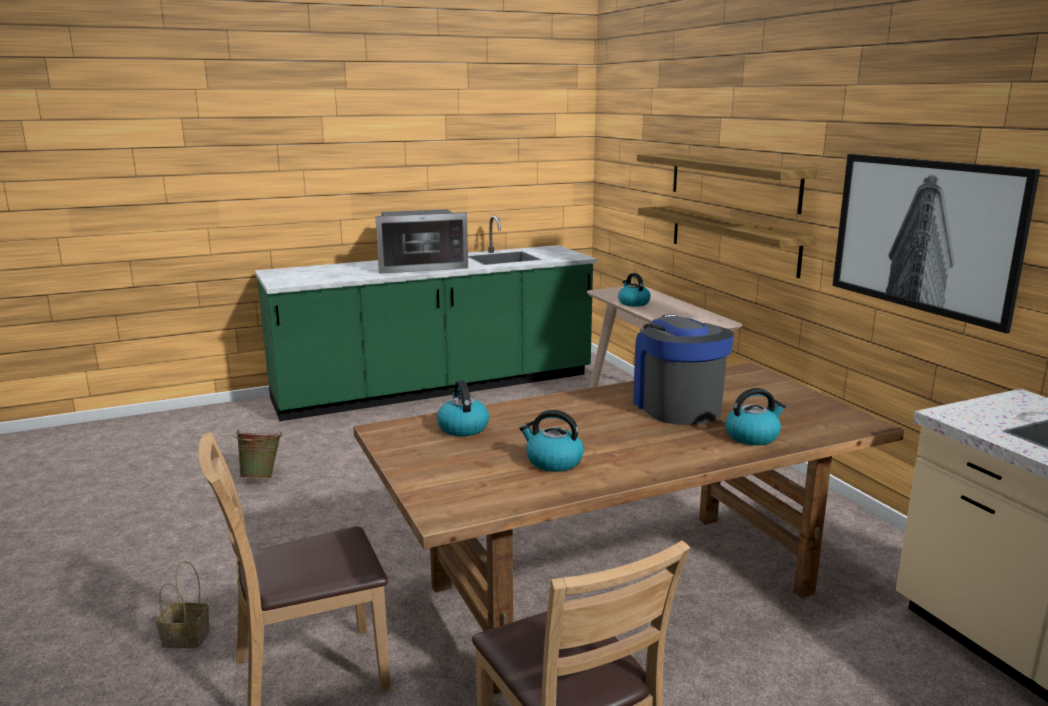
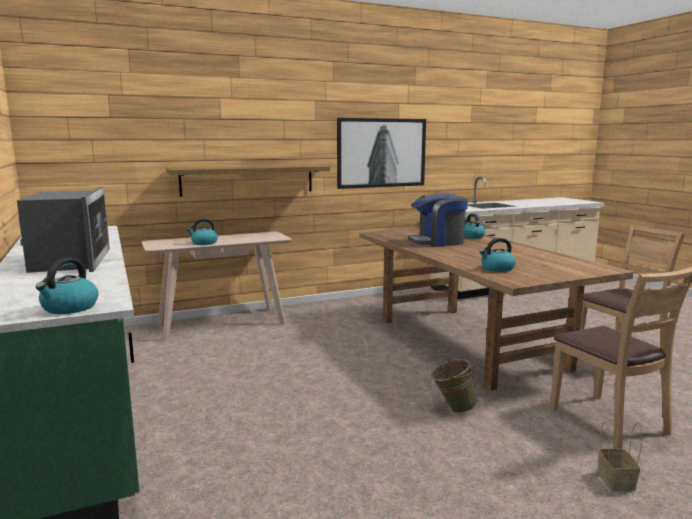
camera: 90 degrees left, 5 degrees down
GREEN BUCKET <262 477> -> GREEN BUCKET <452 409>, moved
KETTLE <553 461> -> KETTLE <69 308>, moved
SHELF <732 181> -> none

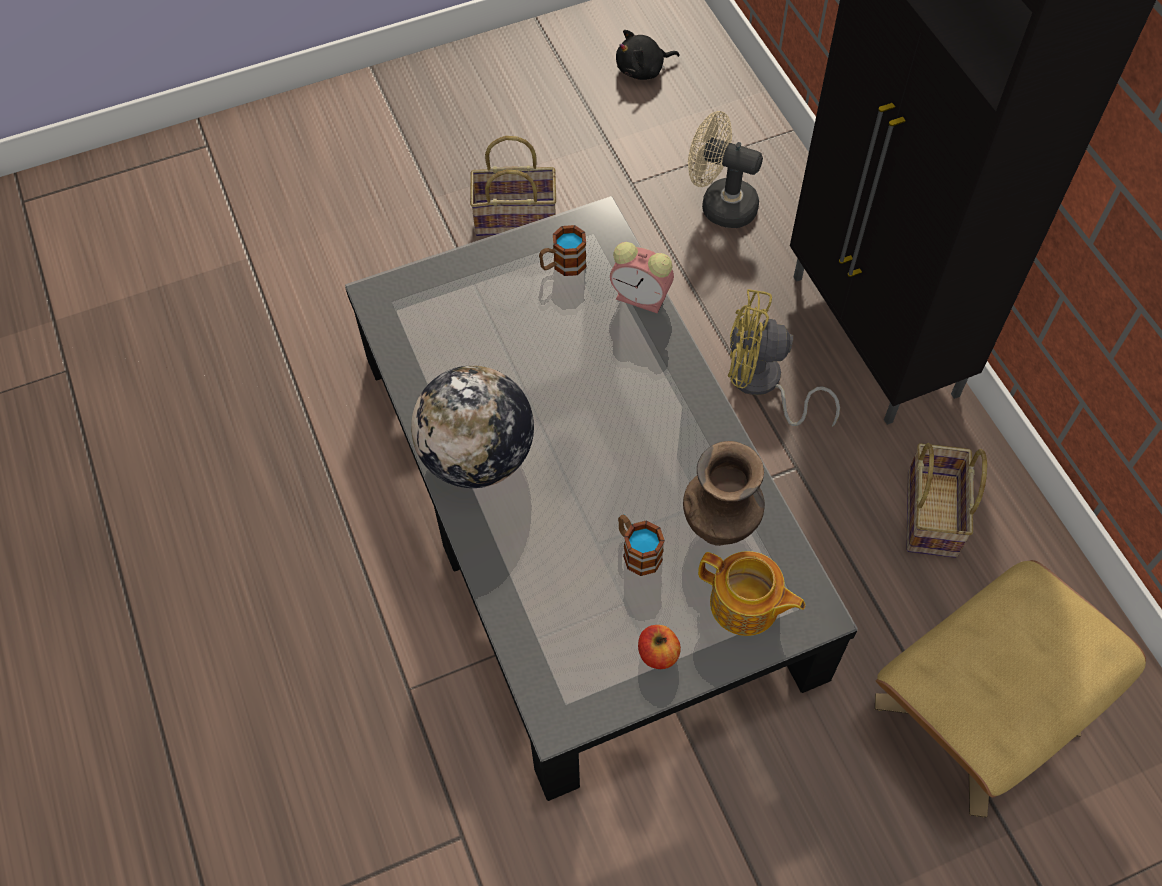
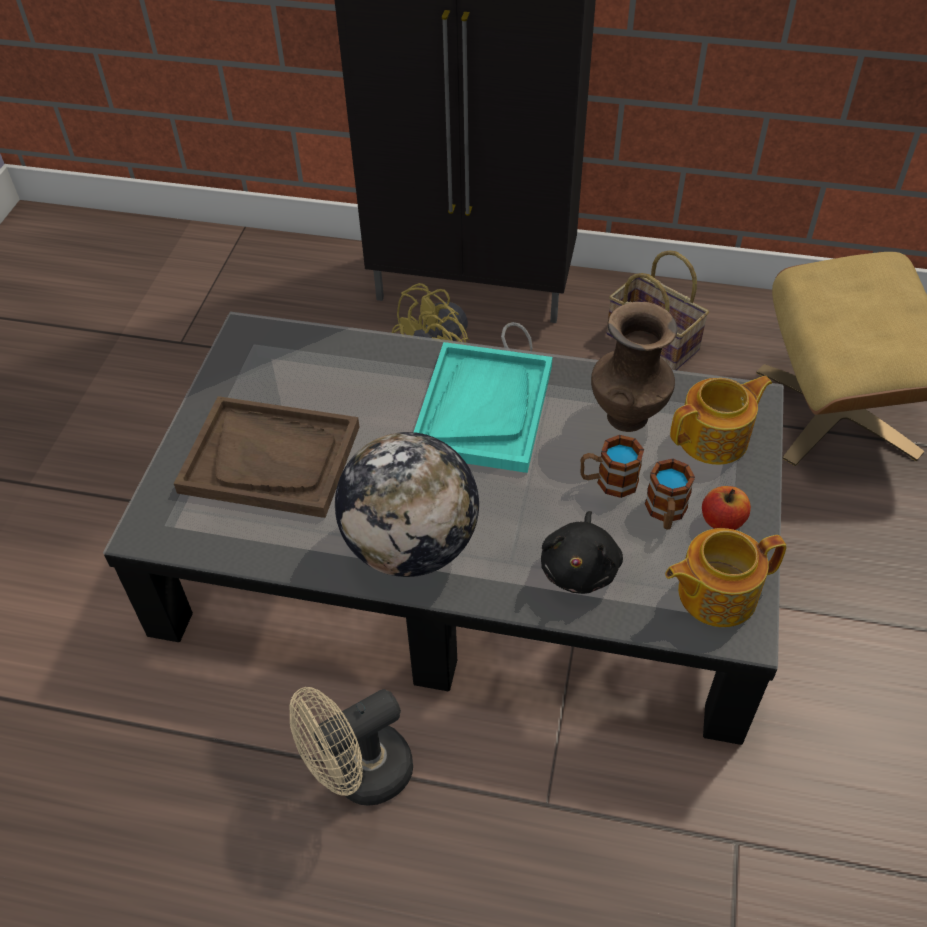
camera: 55 degrees left, 10 degrees down
BASKET <517 217> -> none
MUG <563 265> -> MUG <666 513>, moved
ALARM CLOCK <643 298> -> none
BLACK PLUSH TOY <643 70> -> BLACK PLUSH TOY <580 568>, moved
BEIGE FAN <720 204> -> BEIGE FAN <359 775>, moved
none -> BROWN TRAY <271 459>
none -> TURQUOISE TRAY <483 409>
none -> TEAPOT <715 593>

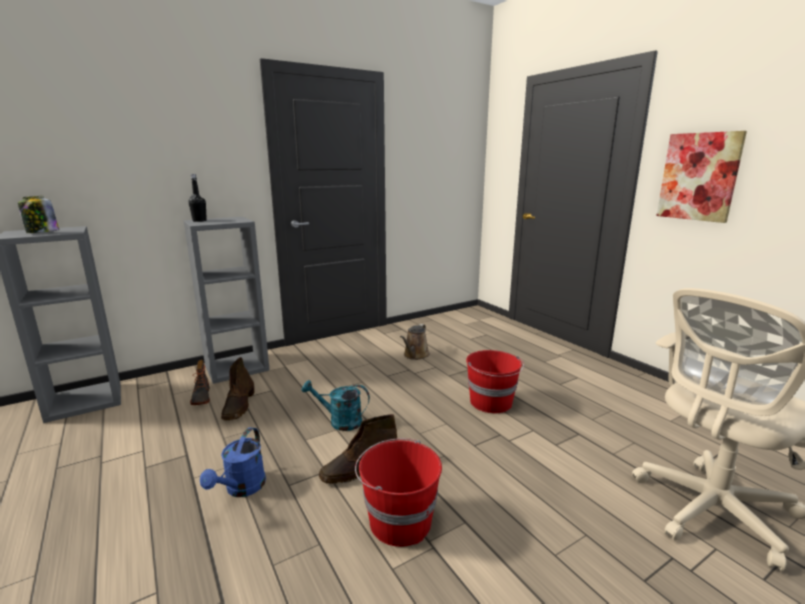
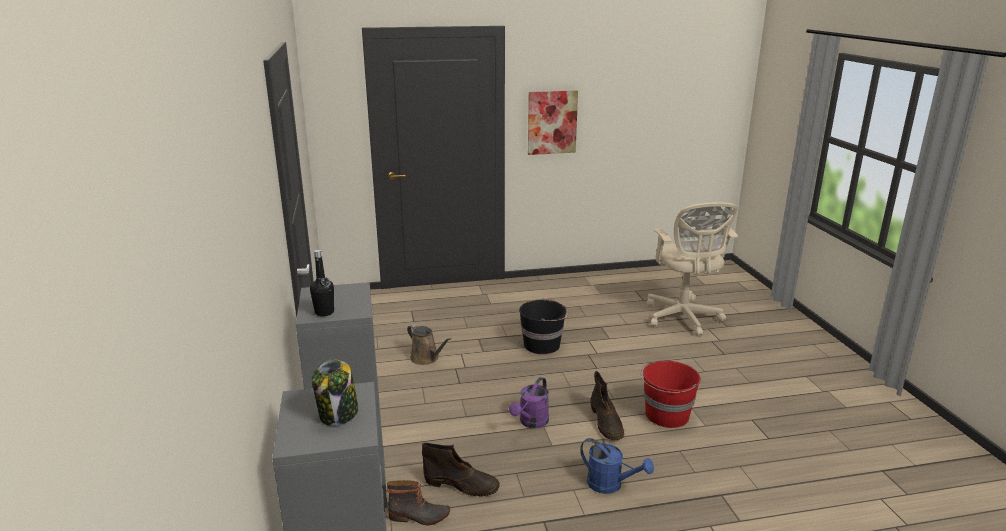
camera: 70 degrees left, 5 degrees up
TURQUOISE WATERING CAN <340 421> -> PURPLE WATERING CAN <531 422>
RED BUCKET <491 402> -> BLACK BUCKET <542 345>

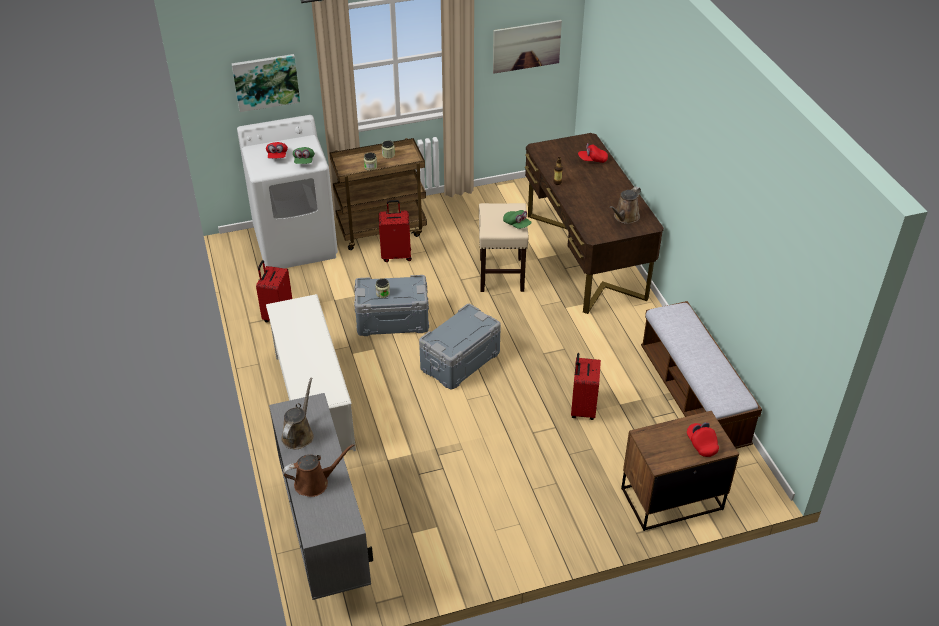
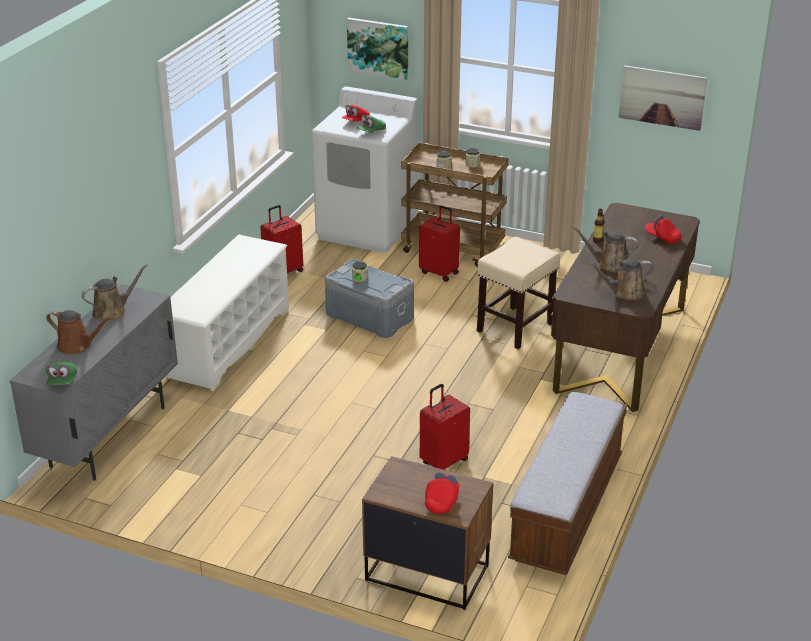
camera: 40 degrees right, 10 degrees down
GREY STORAGE BOX <459 360> -> none
GREEN CAP <517 224> -> GREEN CAP <62 381>, moved
none -> BROWN WATERING CAN <609 264>

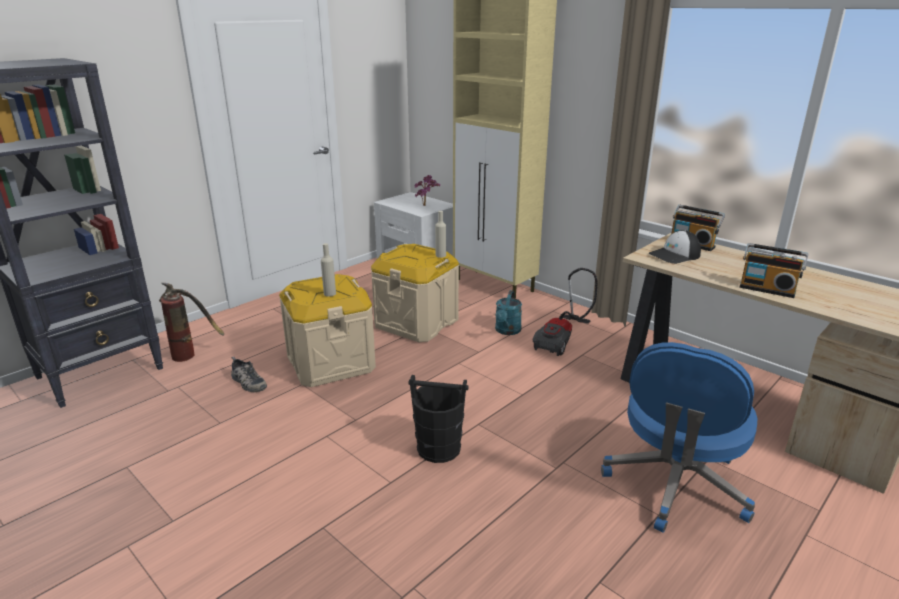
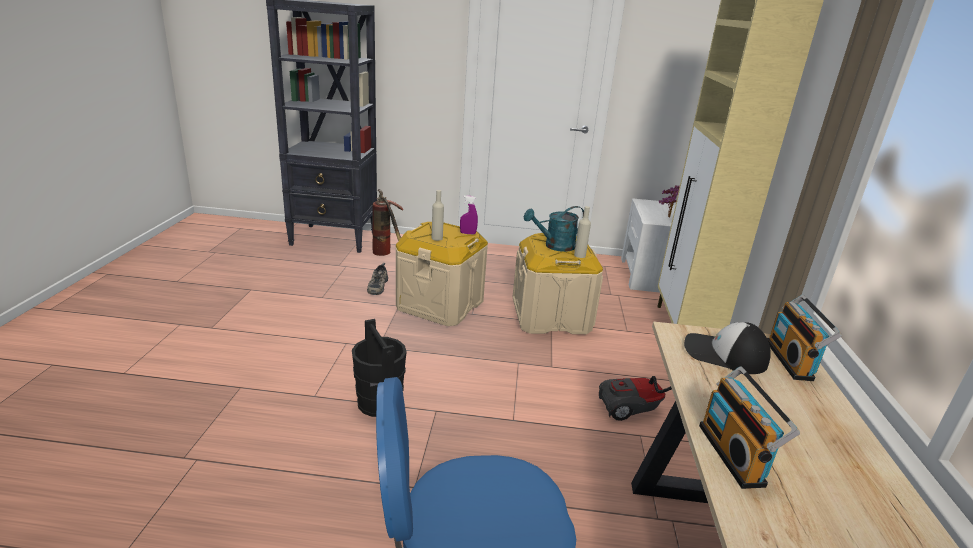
camera: 50 degrees right, 0 degrees up
TURQUOISE WATERING CAN <507 331> -> TURQUOISE WATERING CAN <554 246>, moved
none -> PURPLE SPRAY BOTTLE <468 233>

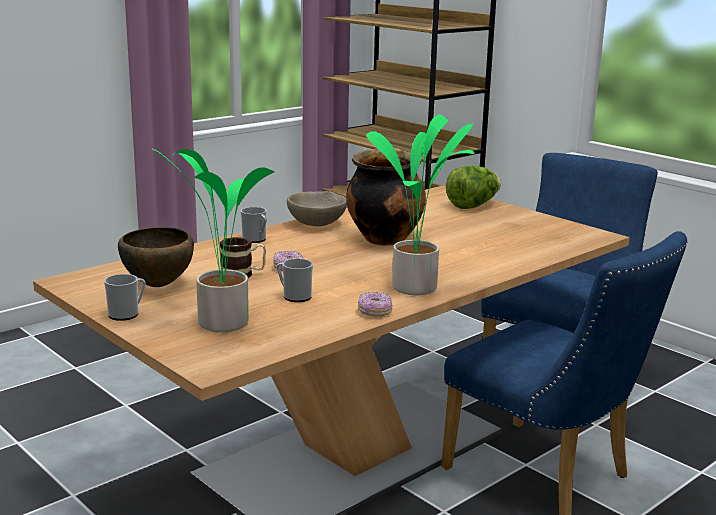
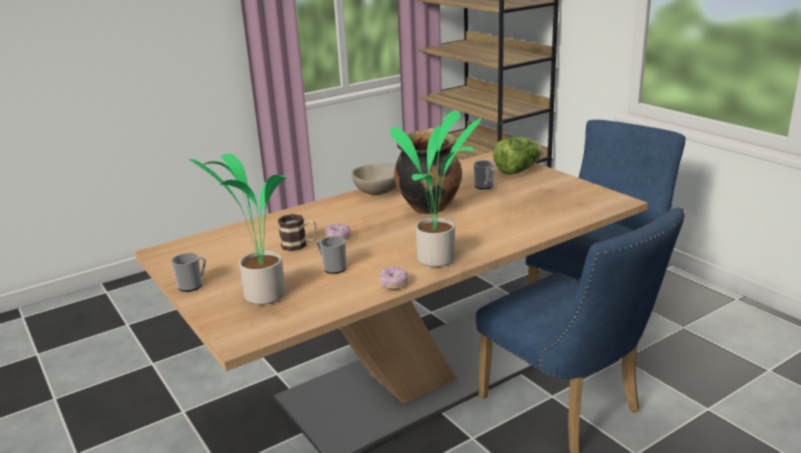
camera: 10 degrees right, 5 degrees up
BROWN BOWL <159 285> -> none
MUG <255 240> -> MUG <485 186>, moved

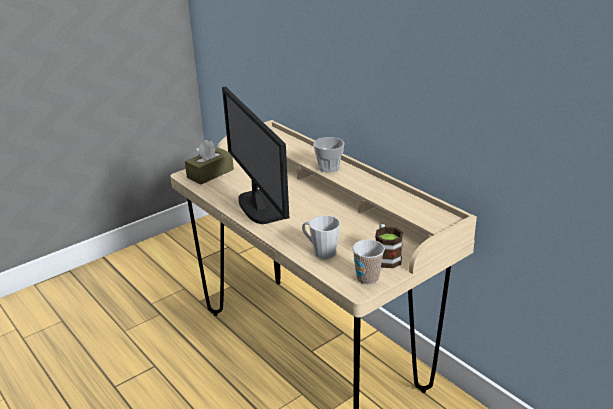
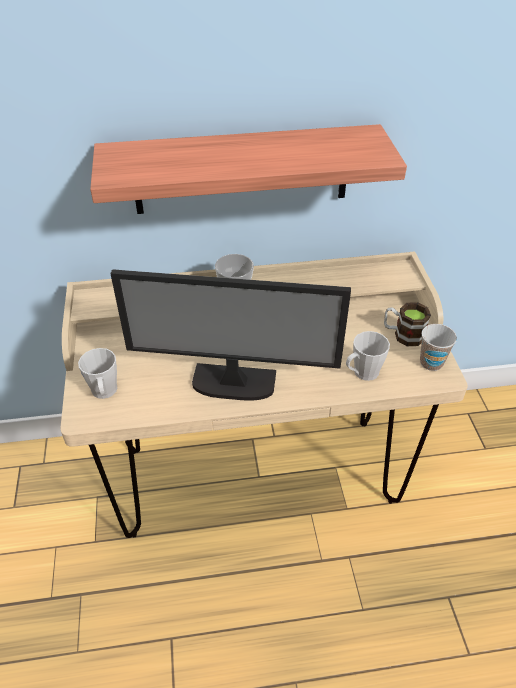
camera: 60 degrees left, 15 degrees up
BROWN TISSUE BOX <210 173> -> GREY MUG <105 392>
none -> SHELF <241 170>

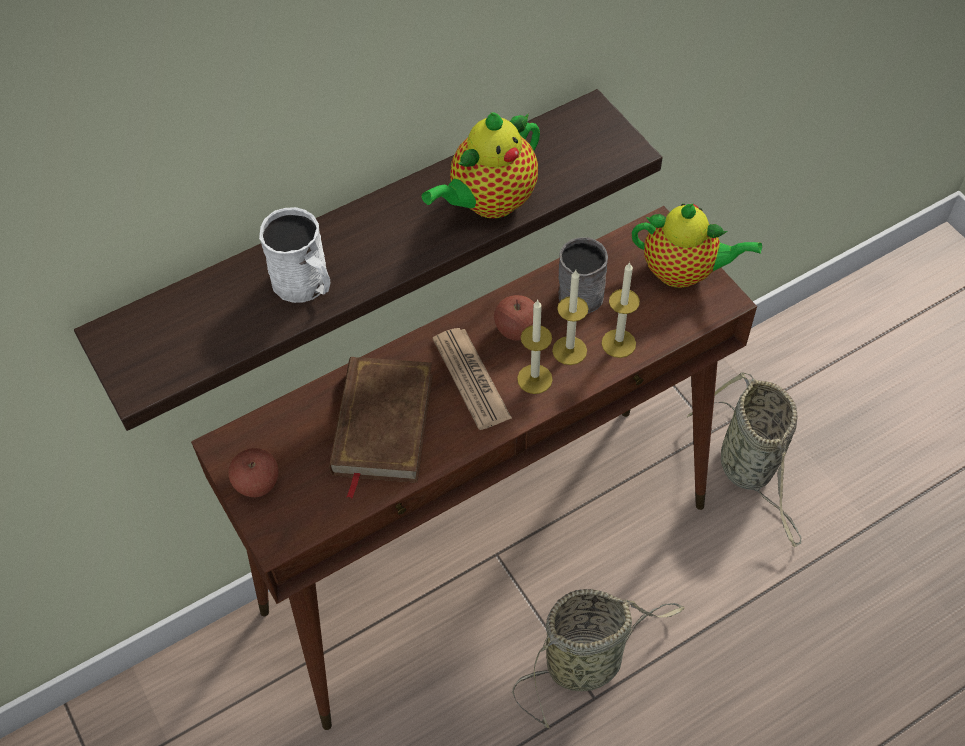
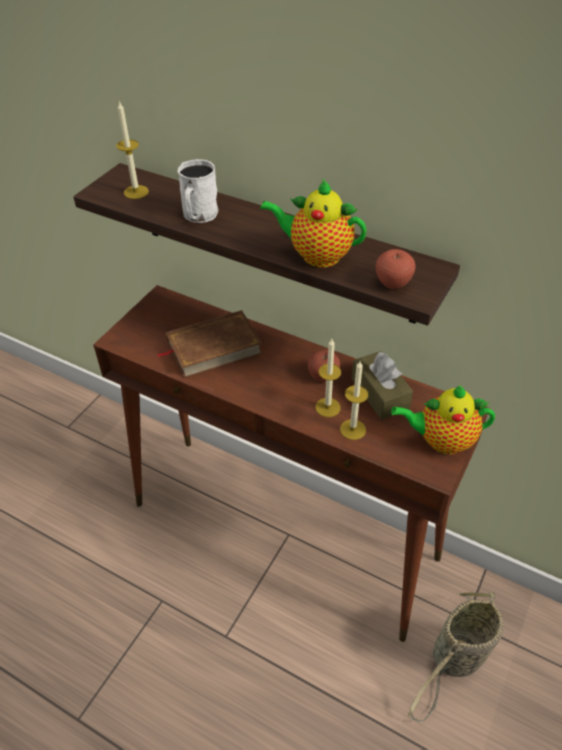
camera: 60 degrees right, 10 degrees down
APPLE <257 484> -> APPLE <393 283>, moved
NEWSPAPER <471 378> -> none
BASKET <588 662> -> none
CANDLE <534 379> -> CANDLE <136 192>, moved
GREY MUG <581 290> -> BROWN TISSUE BOX <380 393>
TEAPOT <683 272> -> TEAPOT <441 440>, 105 degrees clockwise

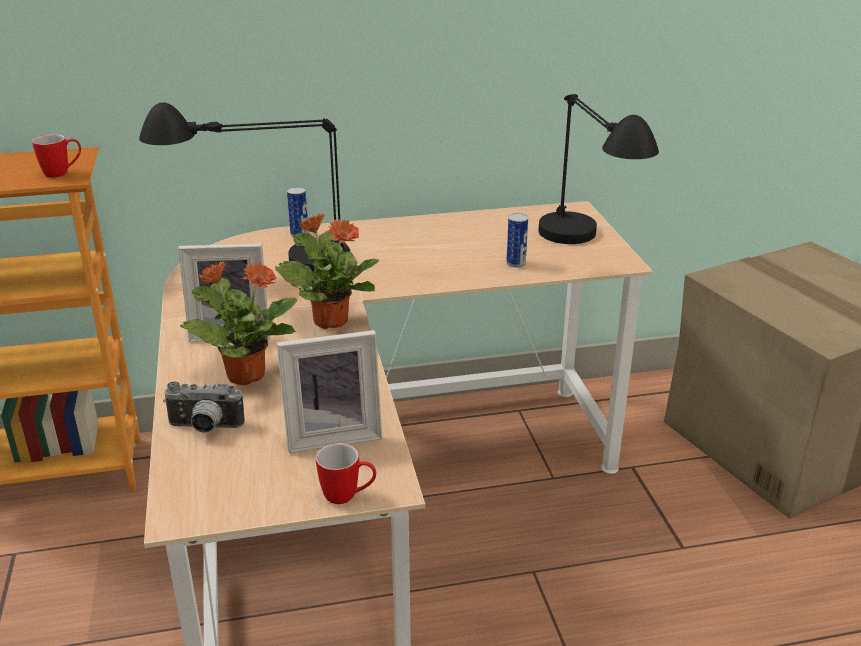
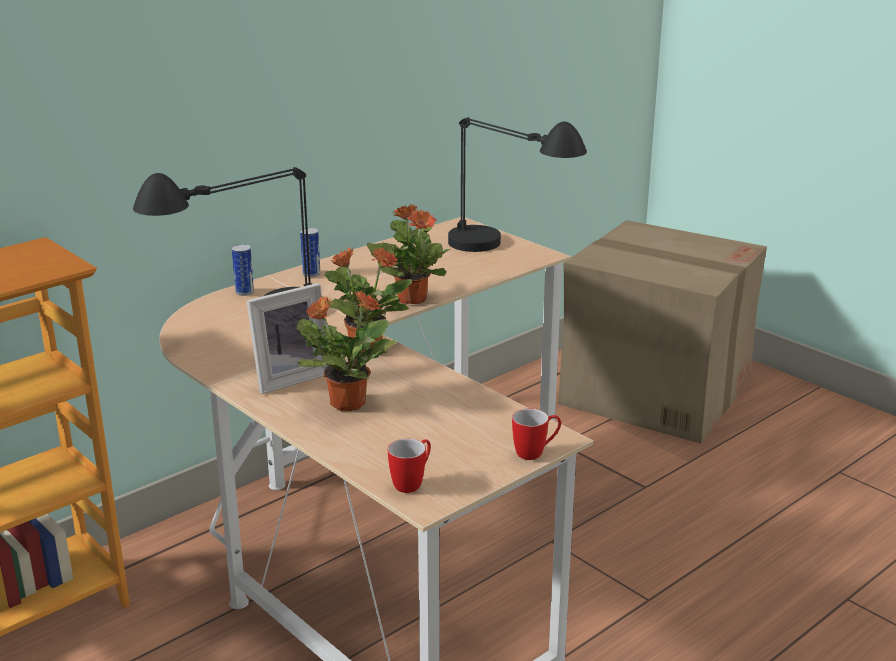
camera: 30 degrees left, 5 degrees down
MUG <62 173> -> MUG <412 483>, moved
PHOTO CAMERA <204 428> -> none
PICTURE FRAME <332 434> -> none
CAN <516 263> -> CAN <311 274>, moved
none -> POTTED PLANT <411 299>

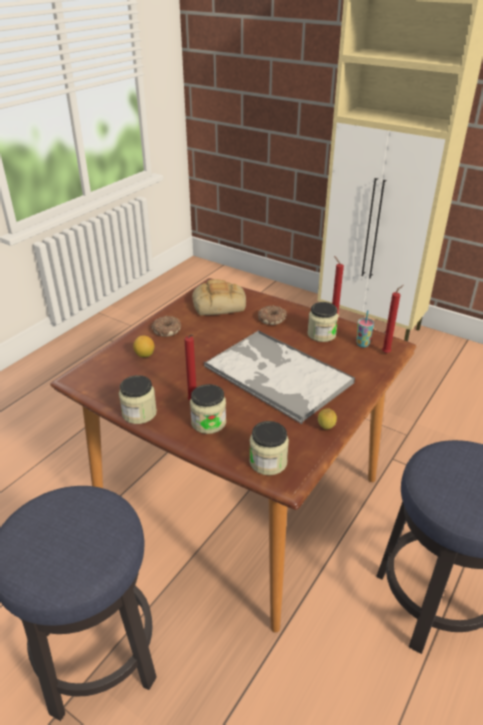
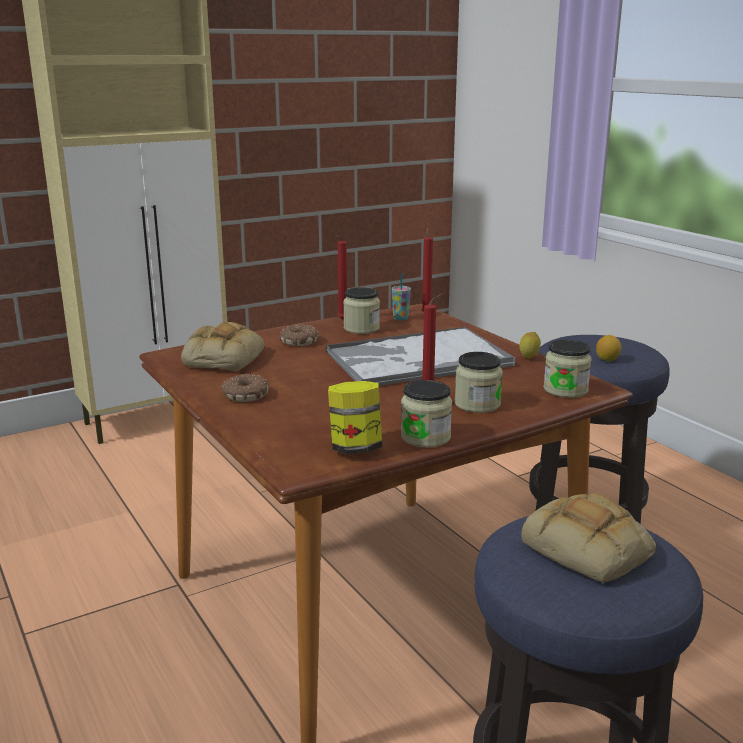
camera: 65 degrees left, 15 degrees down
LEMON <144 355> -> LEMON <607 360>, moved
none -> JAR <355 448>
none -> BREAD <590 549>

